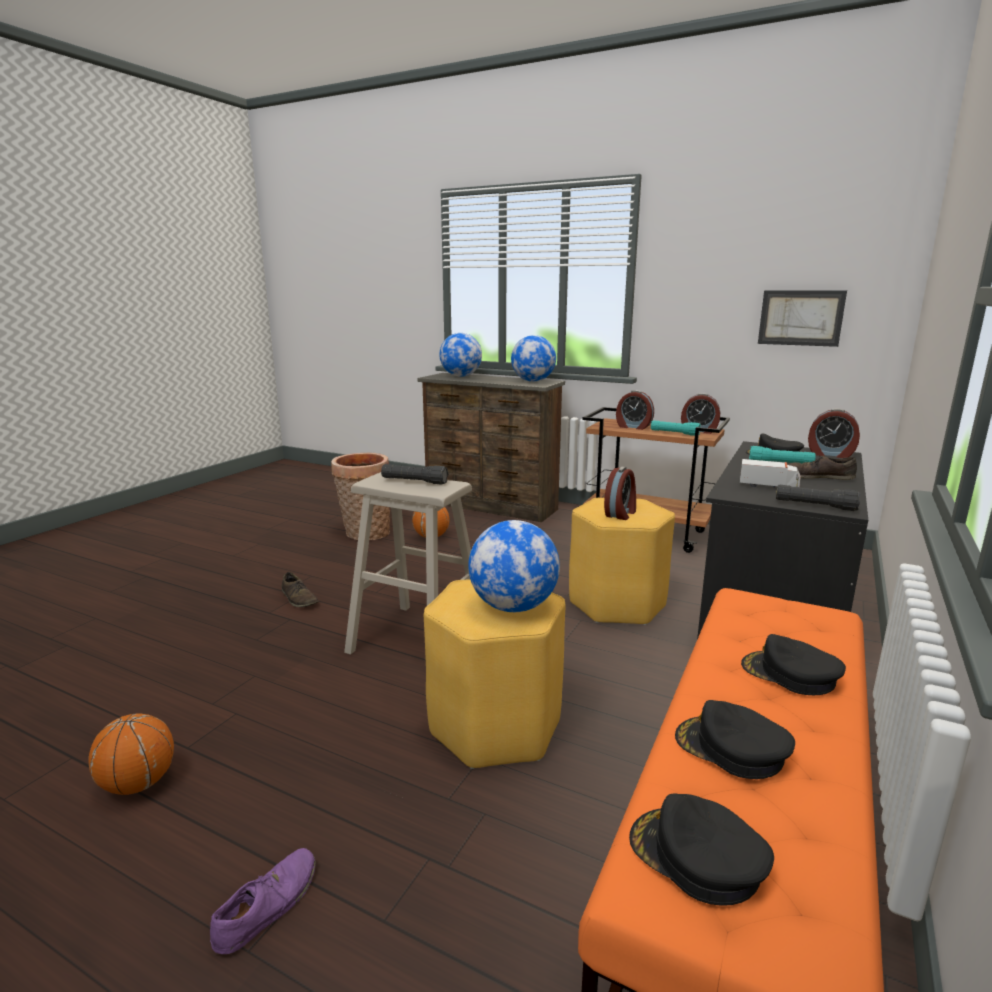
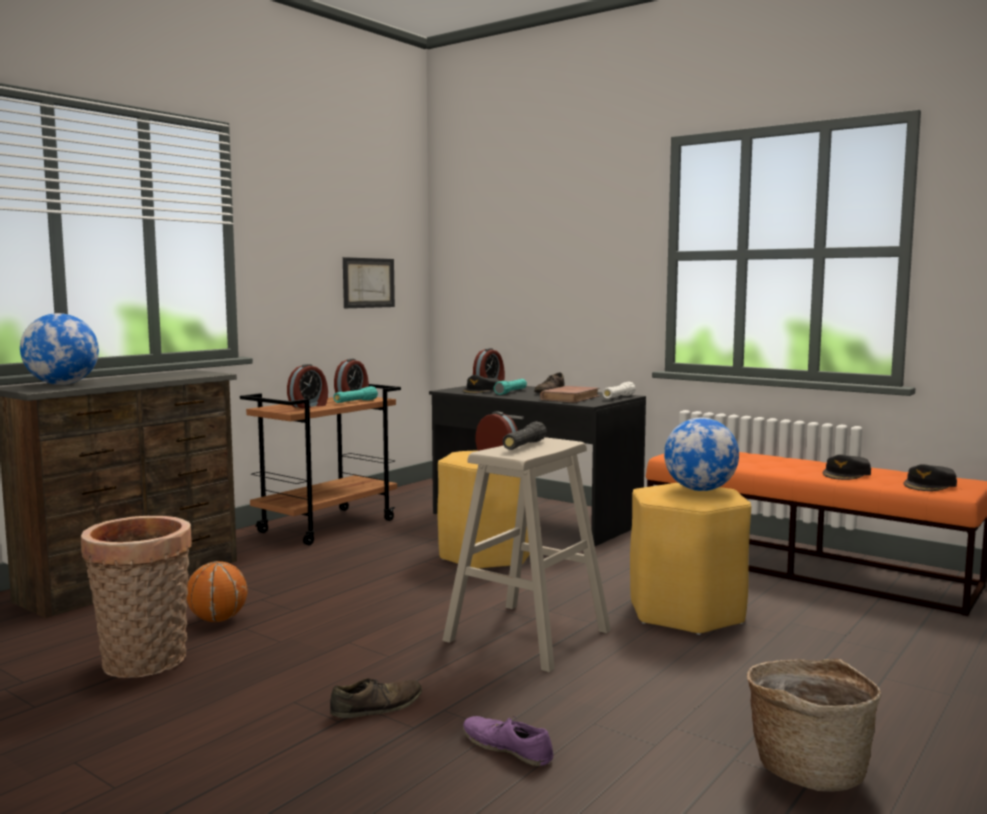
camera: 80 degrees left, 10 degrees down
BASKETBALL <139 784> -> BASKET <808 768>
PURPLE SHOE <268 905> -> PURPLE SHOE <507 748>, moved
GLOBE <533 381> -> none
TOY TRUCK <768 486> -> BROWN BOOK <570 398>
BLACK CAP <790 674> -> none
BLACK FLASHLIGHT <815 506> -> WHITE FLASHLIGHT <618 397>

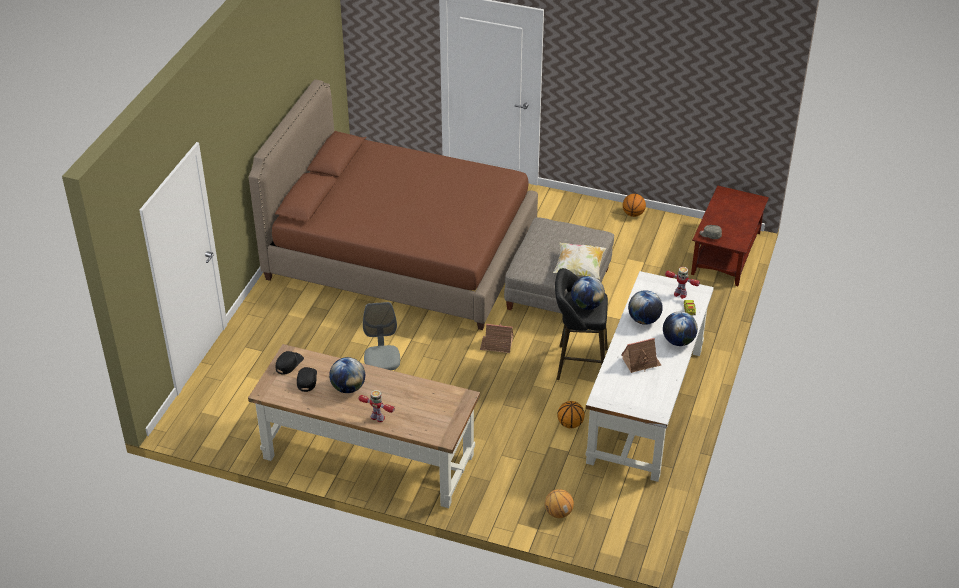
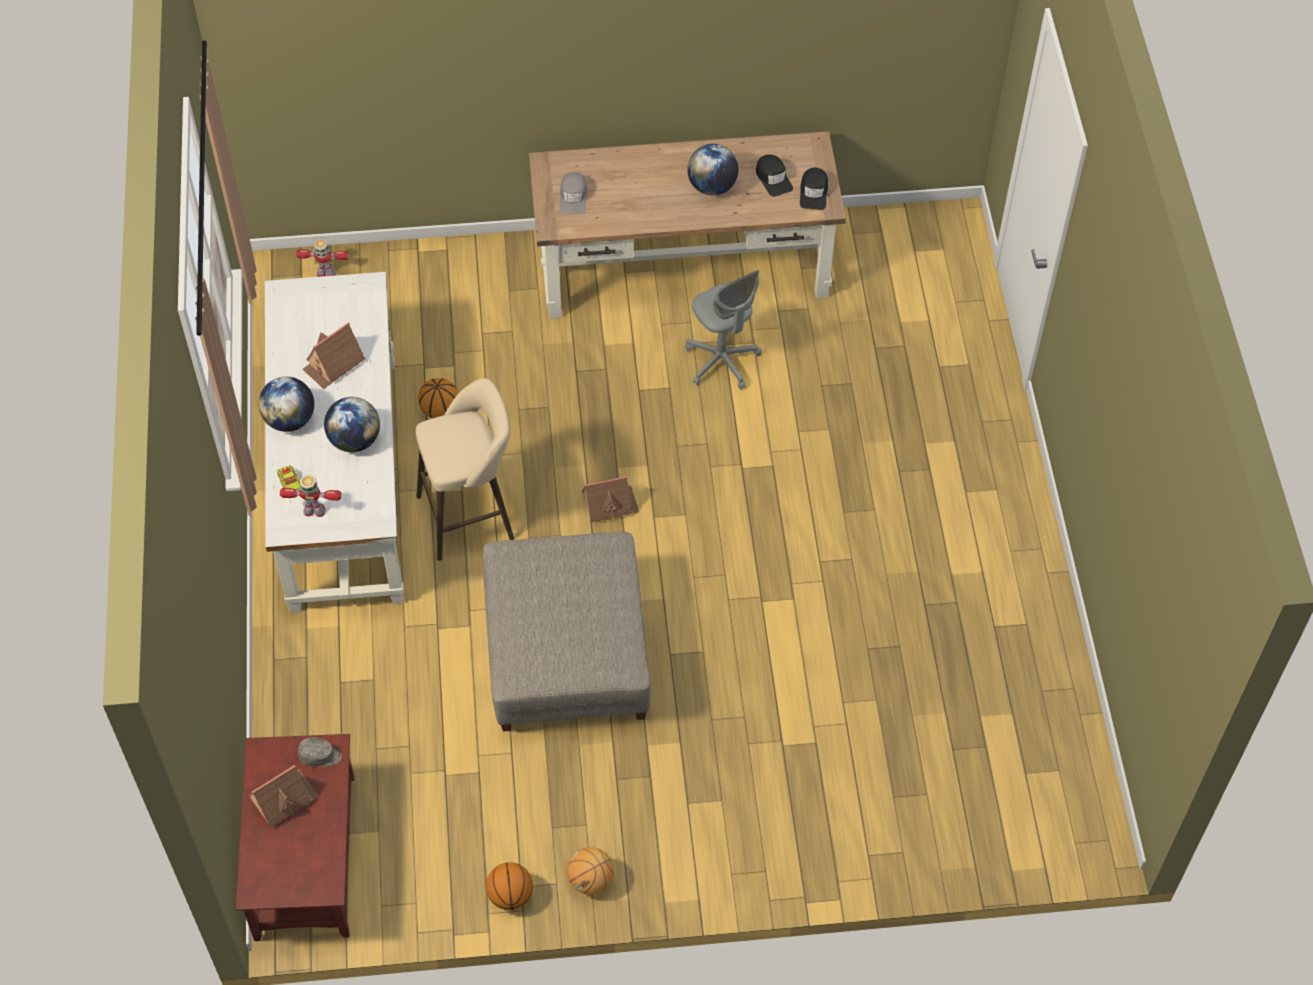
camera: 155 degrees right, 15 degrees up
BROWN BED <402 254> -> none
TOY ROBOT <378 418> -> TOY ROBOT <325 274>, moved
BASKETBALL <558 513> -> BASKETBALL <591 880>, moved
PILLOW <579 269> -> none
BLACK STOOL <578 364> -> BEIGE STOOL <471 515>
GLOBE <586 305> -> none
none -> TOY HOUSE <283 798>
none -> GREY CAP <573 197>

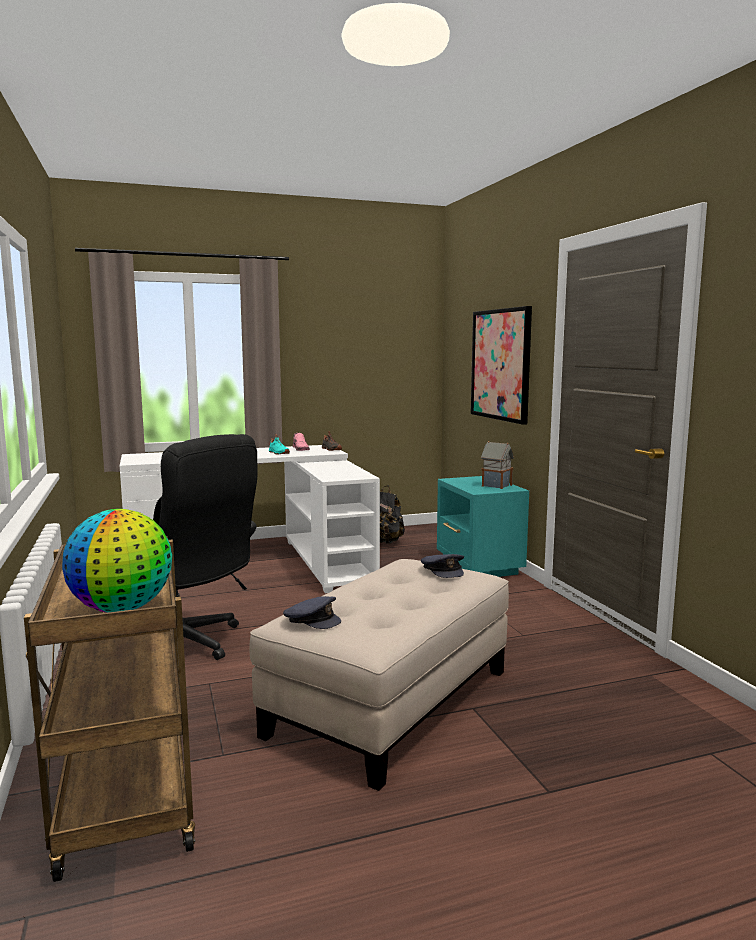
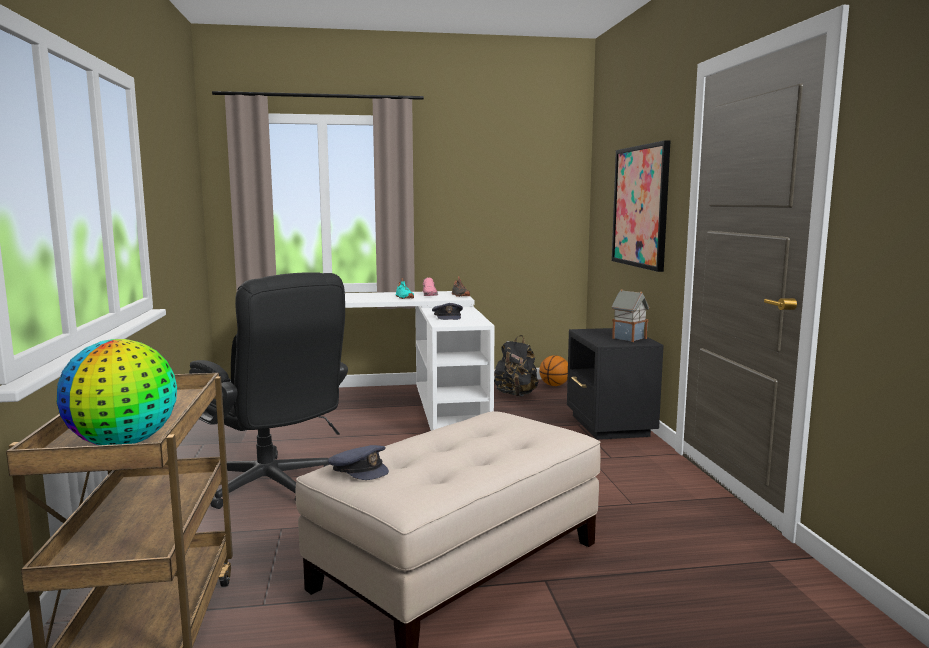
camera: 10 degrees right, 0 degrees up
GREY CAP <443 570> -> GREY CAP <448 317>, moved
TURQUOISE NIGHTSTAND <478 567> -> BLACK NIGHTSTAND <609 426>
none -> BASKETBALL <554 385>

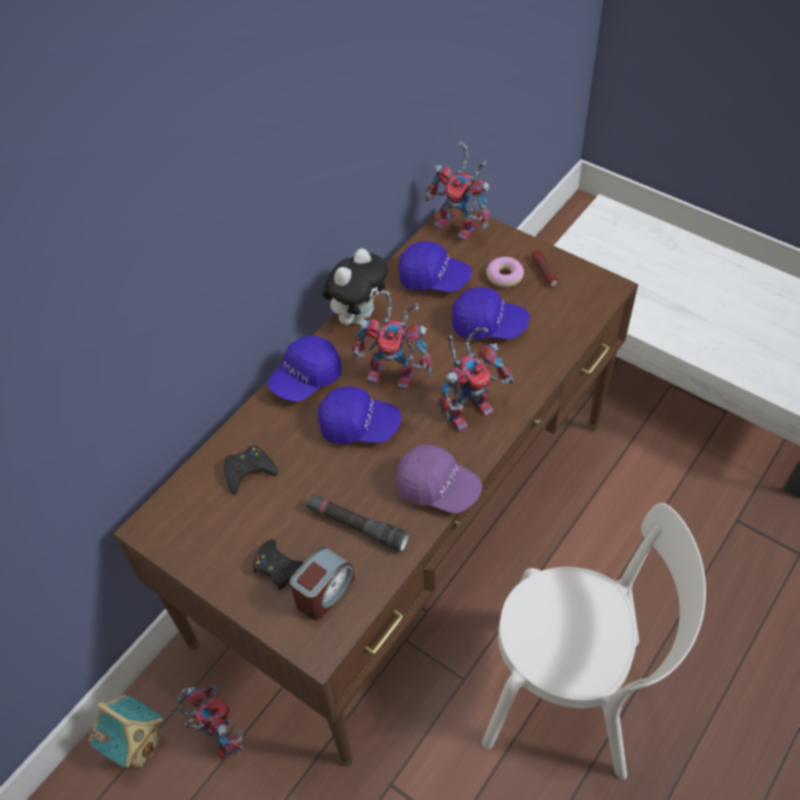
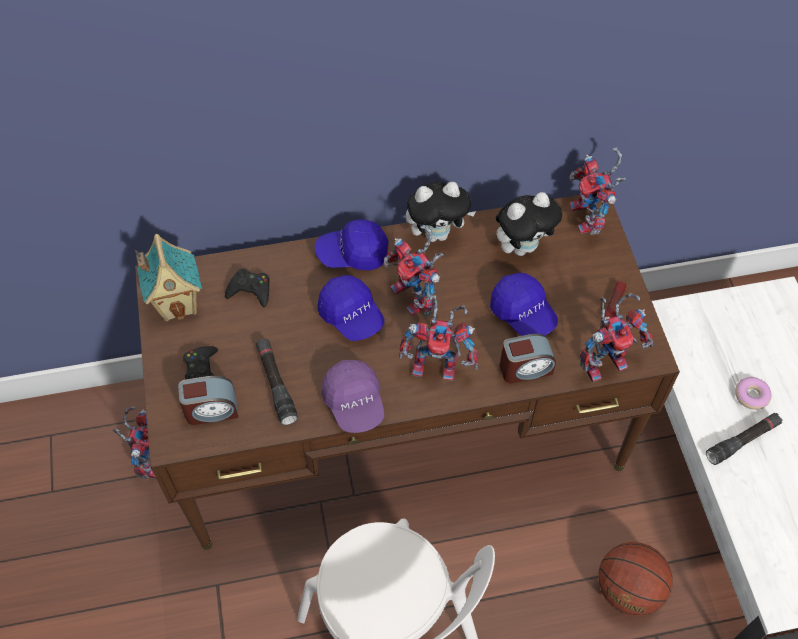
camera: 40 degrees right, 5 degrees up
TOY HOUSE <138 745> -> TOY HOUSE <178 304>, moved
BLUE CAP <434 279> -> PLUSH TOY <522 246>
DONUT <504 276> -> DONUT <751 395>, moved
none -> ALARM CLOCK <525 368>
none -> TOY ROBOT <605 360>
none -> BASKETBALL <627 589>
none -> BLACK FLASHLIGHT <742 441>

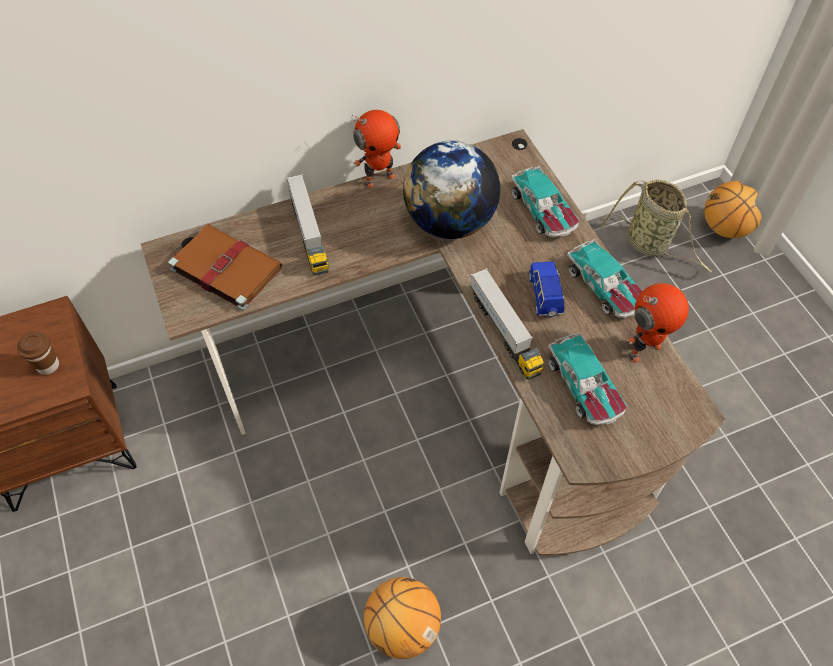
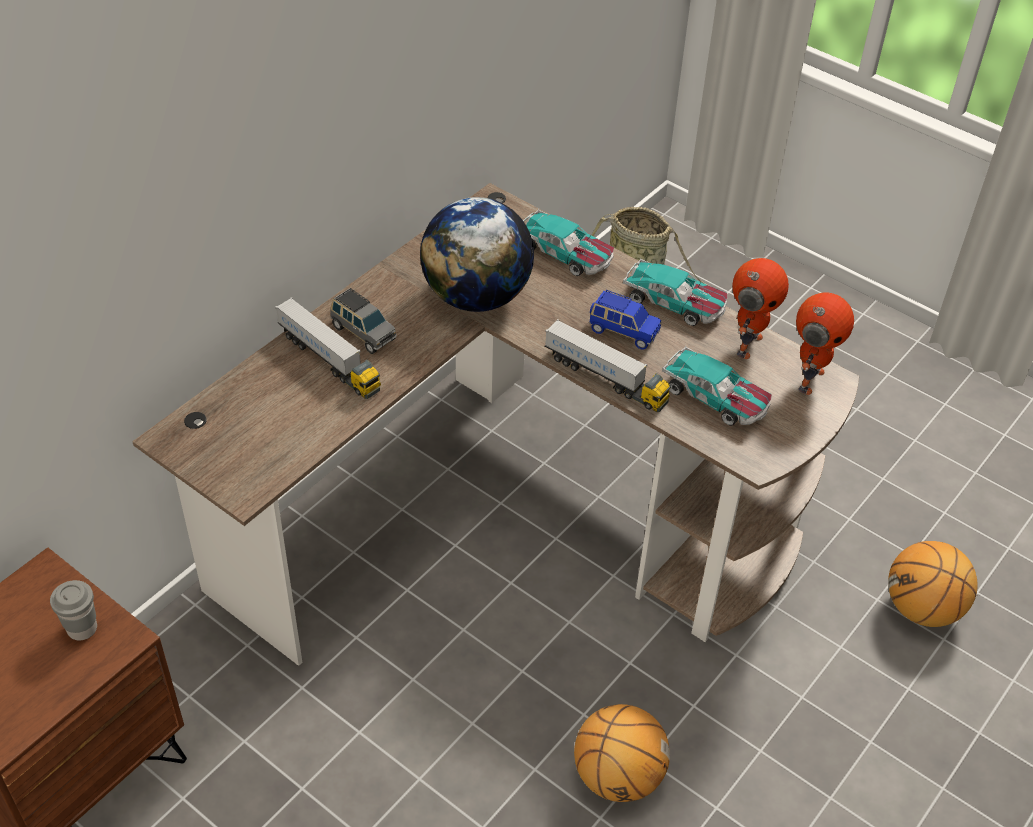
camera: 30 degrees left, 10 degrees down
BROWN CUP <48 365> -> GREY CUP <82 629>
BROWN BOOK <224 268> -> none
TOY ROBOT <379 178> -> TOY ROBOT <809 379>, moved
BLUE TOY CAR <545 296> -> BLUE TOY CAR <622 331>, 150 degrees clockwise
BASKETBALL <725 228> -> BASKETBALL <922 609>, moved
none -> GREY TOY CAR <363 333>

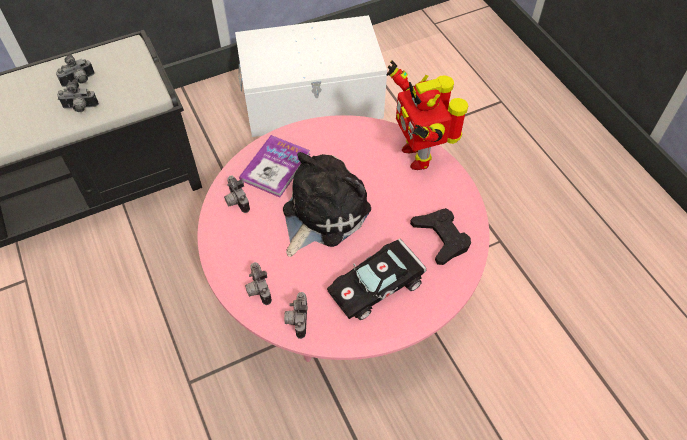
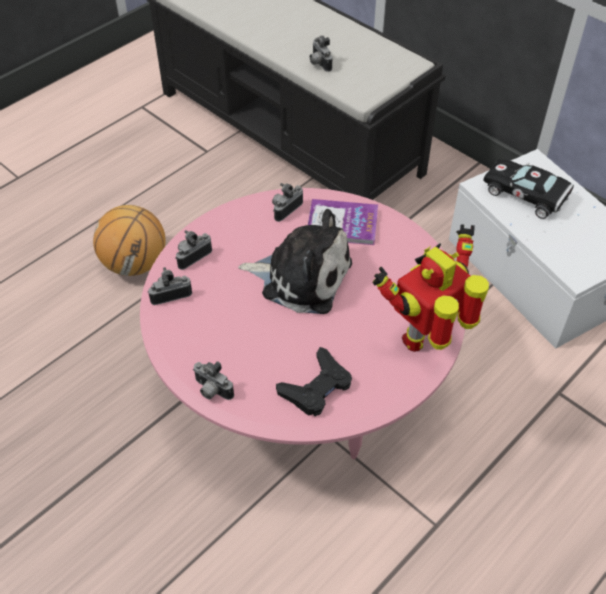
camera: 70 degrees right, 5 degrees down
PHOTO CAMERA <79 81> -> PHOTO CAMERA <211 391>, moved
BLACK TOY CAR <379 284> -> BLACK TOY CAR <528 196>, moved
none -> BASKETBALL <135 264>

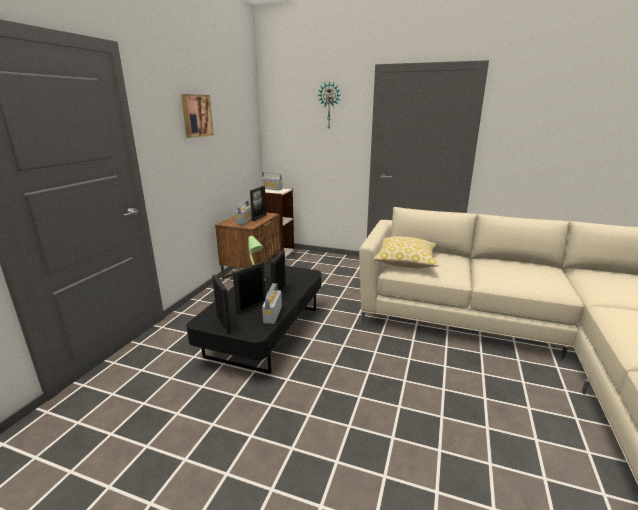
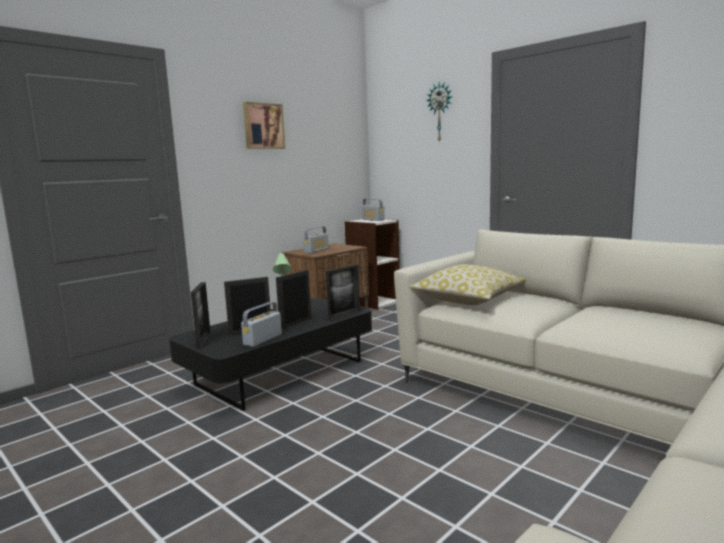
camera: 25 degrees right, 10 degrees down
PICTURE FRAME <259 218> -> PICTURE FRAME <344 315>, moved

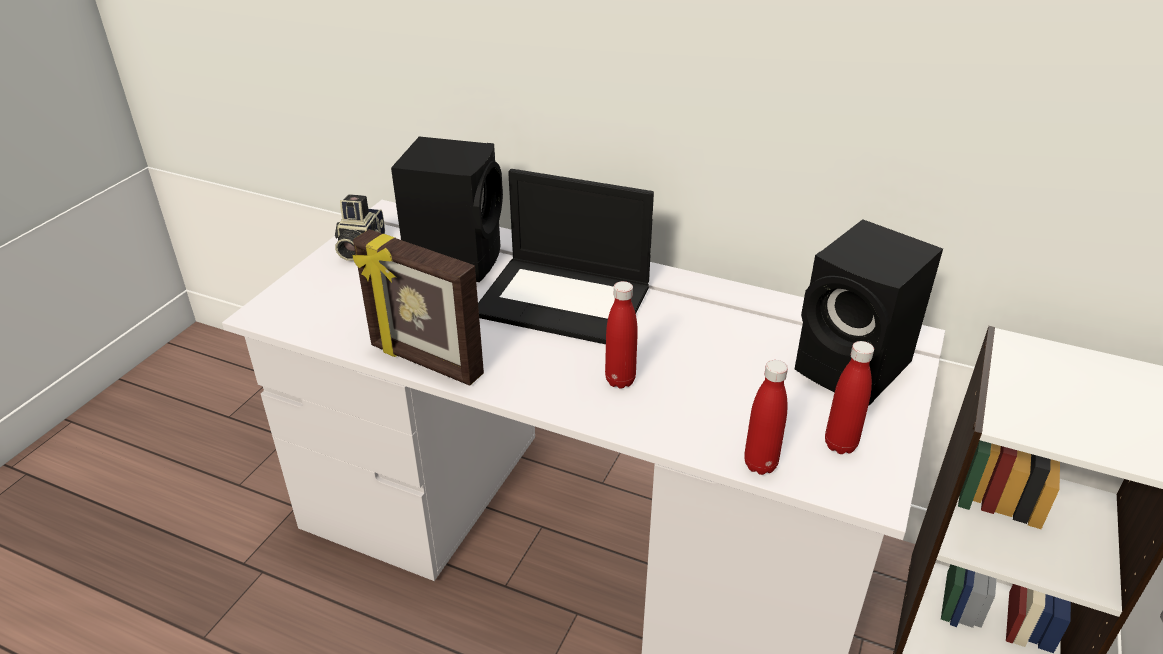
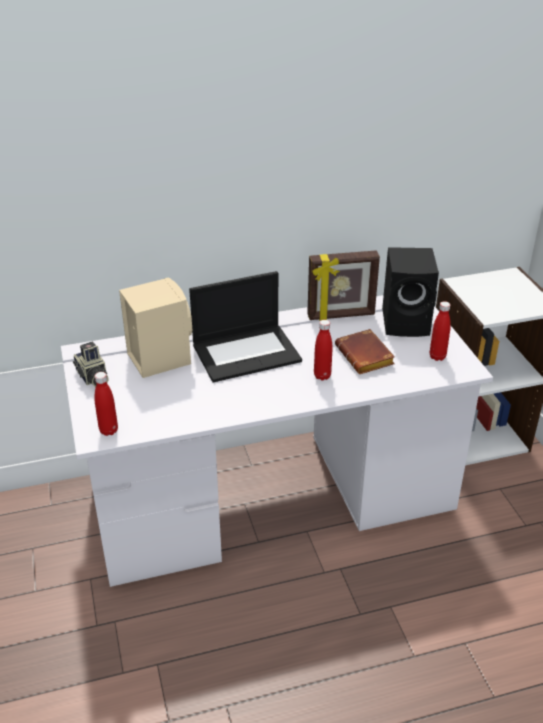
camera: 40 degrees left, 0 degrees up
PICTURE FRAME <425 362> -> PICTURE FRAME <341 315>, moved
BLACK SPEAKER <457 258> -> BEIGE SPEAKER <159 357>
RED BOTTLE <760 464> -> RED BOTTLE <108 430>, moved
none -> BROWN BOOK <366 357>

